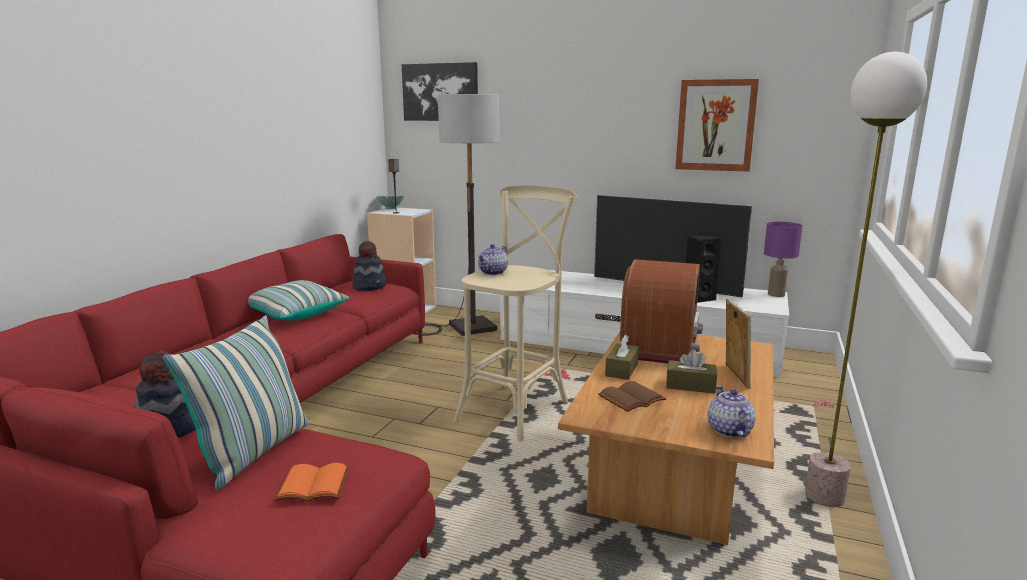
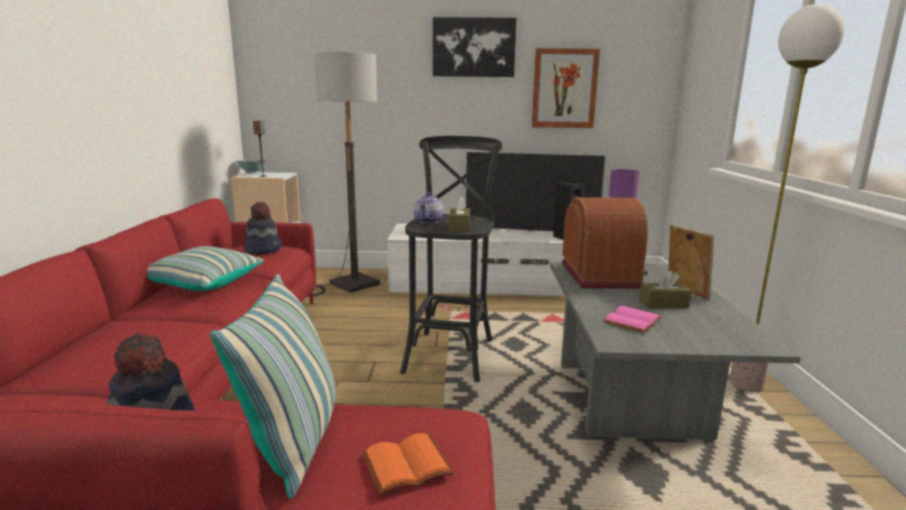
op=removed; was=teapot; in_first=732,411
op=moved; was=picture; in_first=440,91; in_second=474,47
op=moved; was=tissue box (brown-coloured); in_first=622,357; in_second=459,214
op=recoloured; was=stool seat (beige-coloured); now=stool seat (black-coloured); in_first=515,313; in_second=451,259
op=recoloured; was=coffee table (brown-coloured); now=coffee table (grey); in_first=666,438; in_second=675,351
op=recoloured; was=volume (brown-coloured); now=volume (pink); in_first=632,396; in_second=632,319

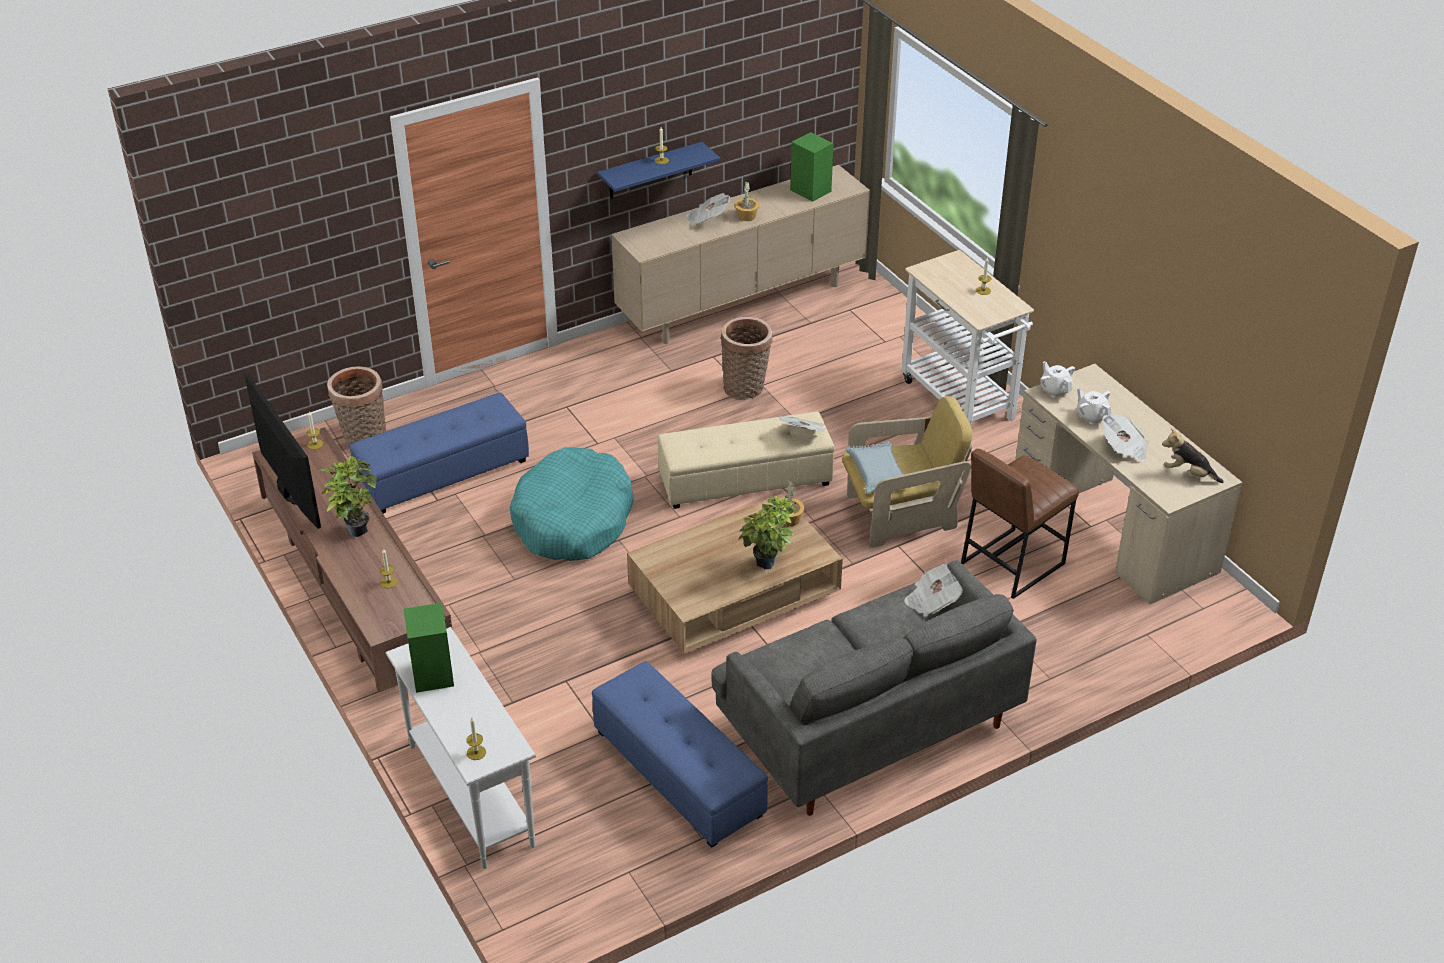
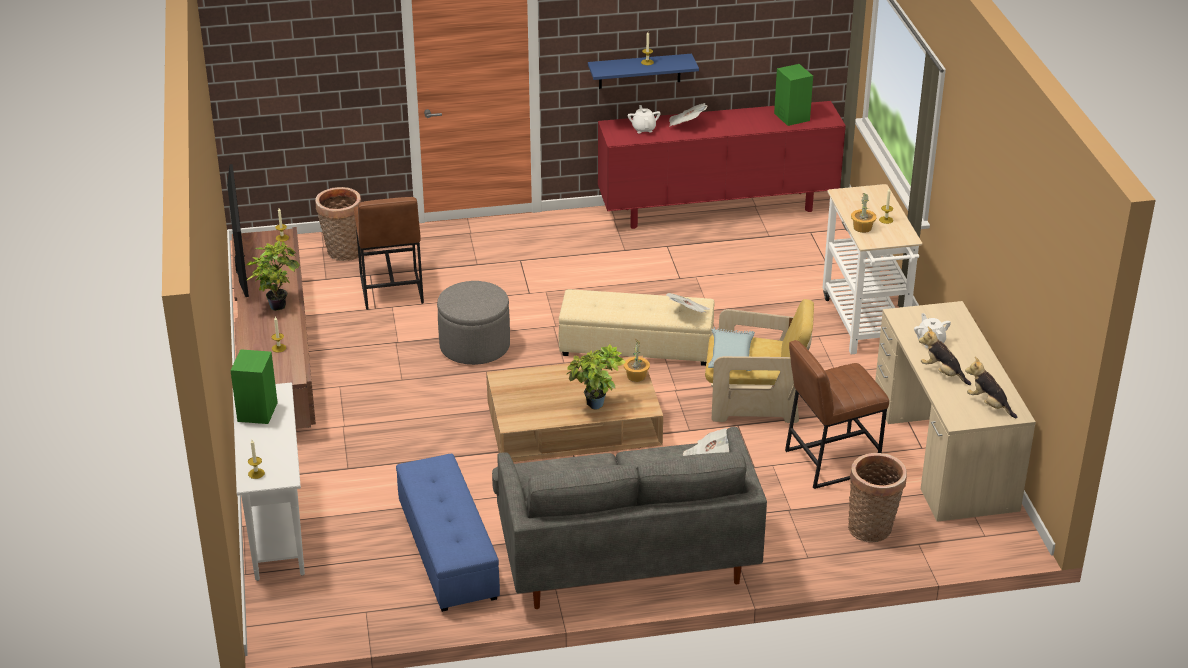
op=moved; was=storage basket; in_first=747,358; in_second=877,497
op=moved; was=plant in a pot; in_first=746,201; in_second=864,213
op=moved; was=teapot (white-coloured); in_first=1057,379; in_second=644,119
op=replaced; was=ottoman (blue-coloured); now=upright chair (brown-coloured); in_first=439,453; in_second=388,253
op=replaced; was=dog cushion (turquoise-coloured); now=ottoman (grey); in_first=572,504; in_second=473,323
op=replaced; was=printed paper; now=soft toy; in_first=1125,438; in_second=945,356
op=recoloured; was=storage cabinet (beige-coloured); now=storage cabinet (reddish); in_first=740,254; in_second=722,165

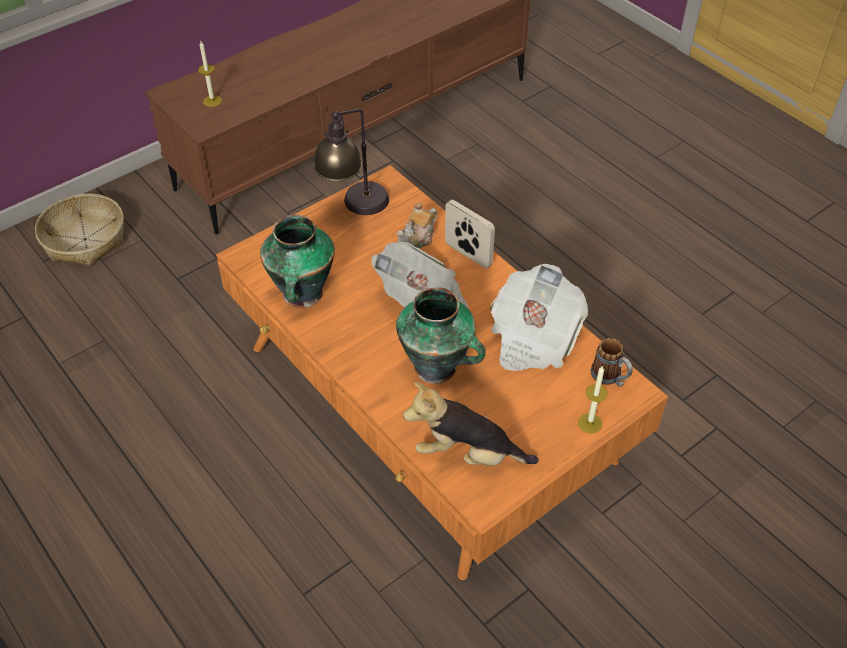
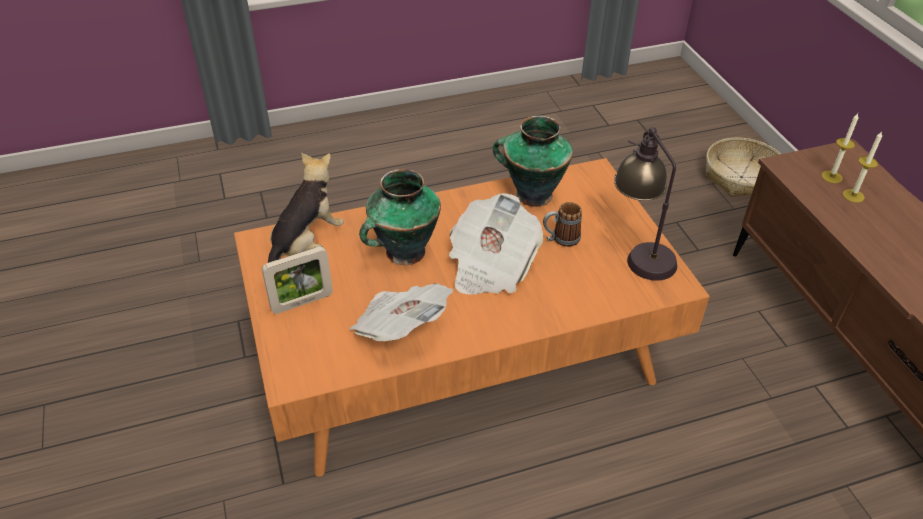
op=removed; was=teapot; in_first=417,225
op=moved; was=picture frame; in_first=470,234; in_second=297,280
op=moved; was=candle; in_first=592,399; in_second=862,167
op=moved; was=coffee mug; in_first=612,362; in_second=562,224

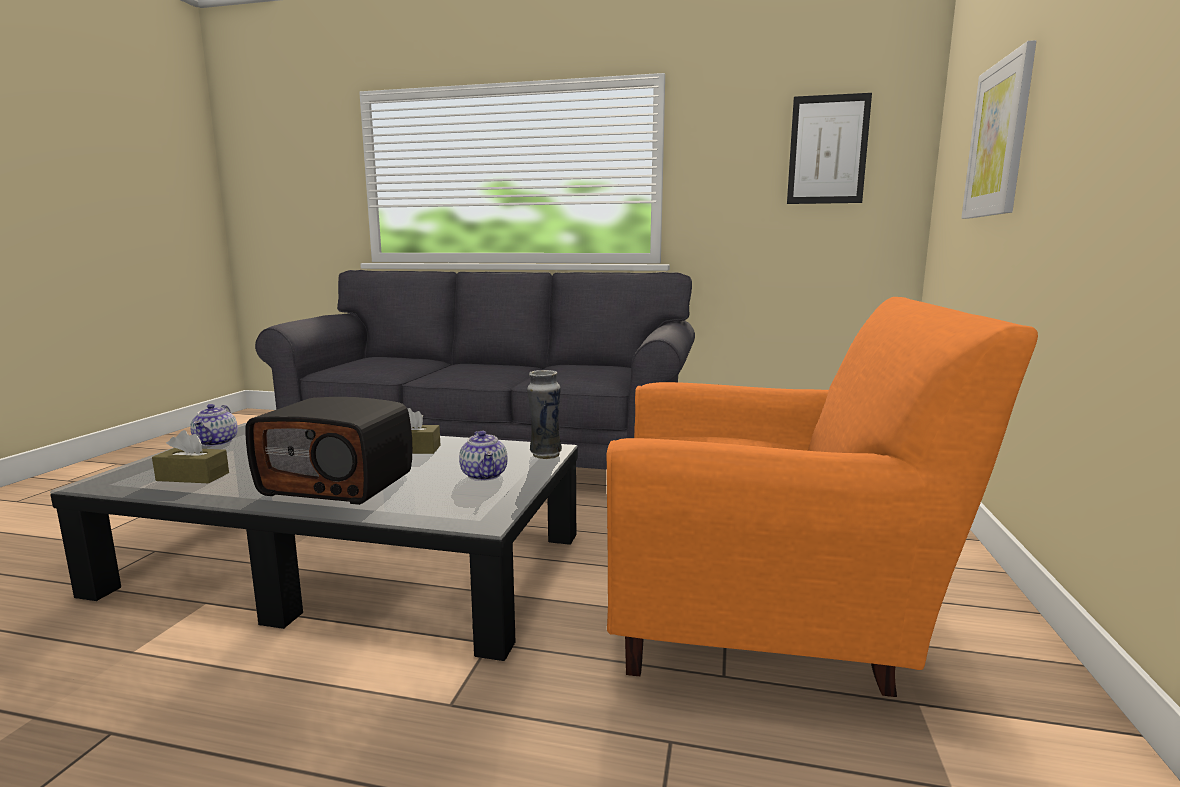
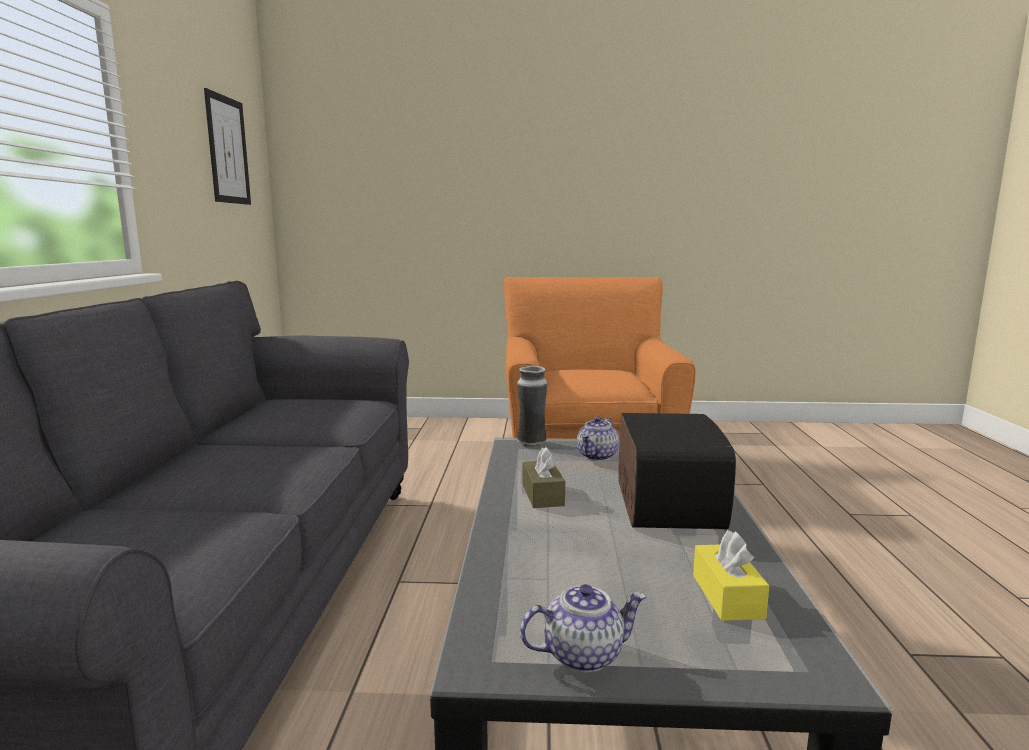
op=removed; was=picture; in_first=999,129
op=recoloured; was=tissue box (brown-coloured); now=tissue box (yellow-coloured); in_first=190,456; in_second=731,575
op=turned; was=teapot; in_first=483,456; in_second=598,439; clockwise=150

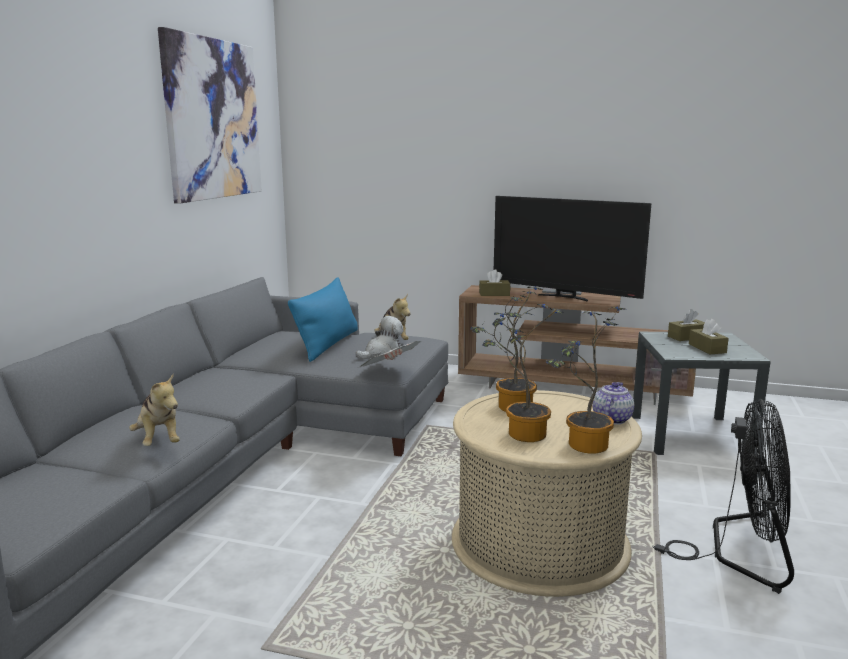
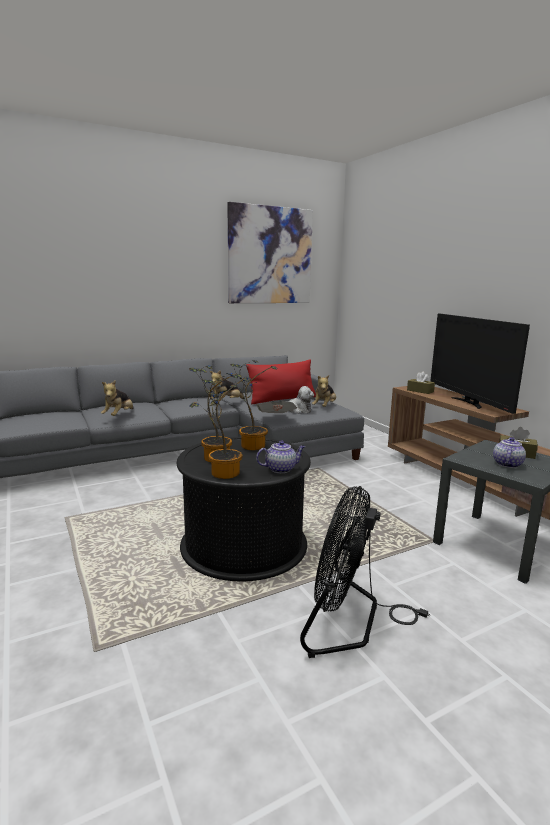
op=added; now=soft toy; in_second=227,385
op=replaced; was=tissue box (brown-coloured); now=teapot; in_first=709,336; in_second=509,452
op=recoloured; was=throw pillow (blue-coloured); now=throw pillow (reddish); in_first=323,319; in_second=281,382
op=recoloured; was=coffee table (beige-coloured); now=coffee table (black-coloured); in_first=547,493; in_second=244,509
op=turned; was=cooling fan (black-coloured); in_first=723,496; in_second=365,572; clockwise=135

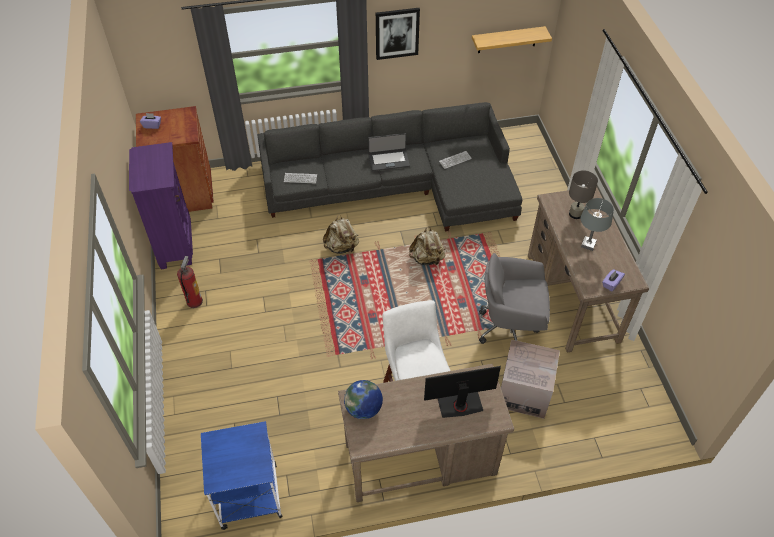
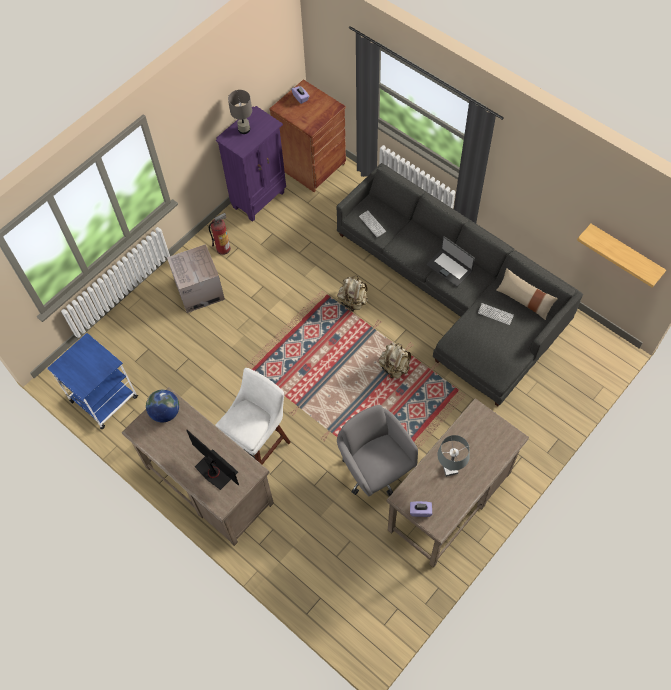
op=removed; was=picture; in_first=398,34
op=added; now=throw pillow (beige-coloured); in_second=527,294
op=moved; was=packing box; in_first=530,379; in_second=196,278
op=moved; was=lamp for a table (grey); in_first=583,194; in_second=240,112

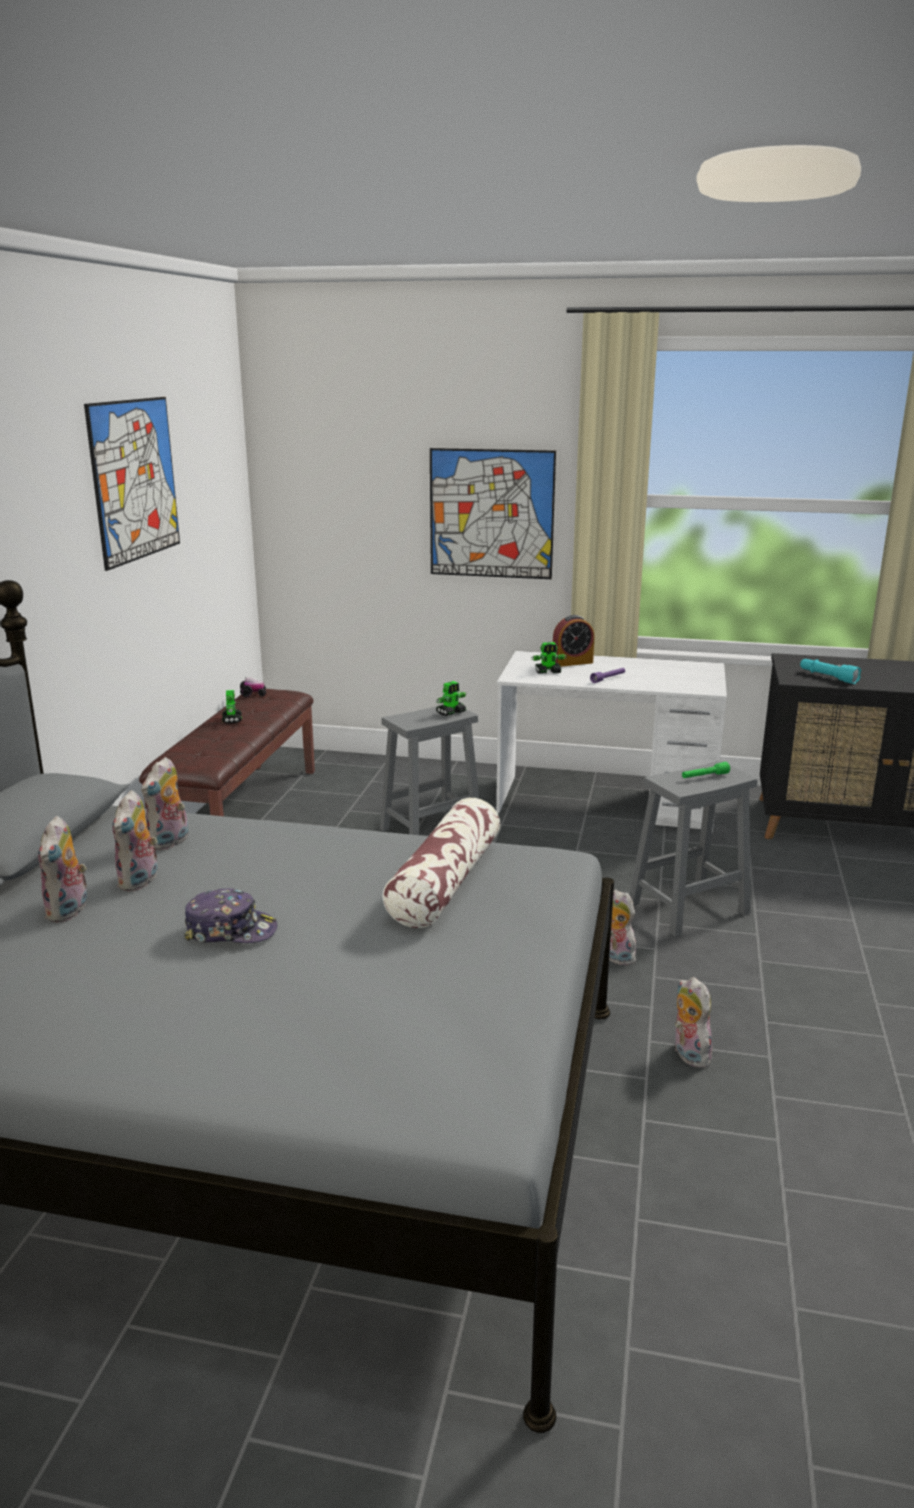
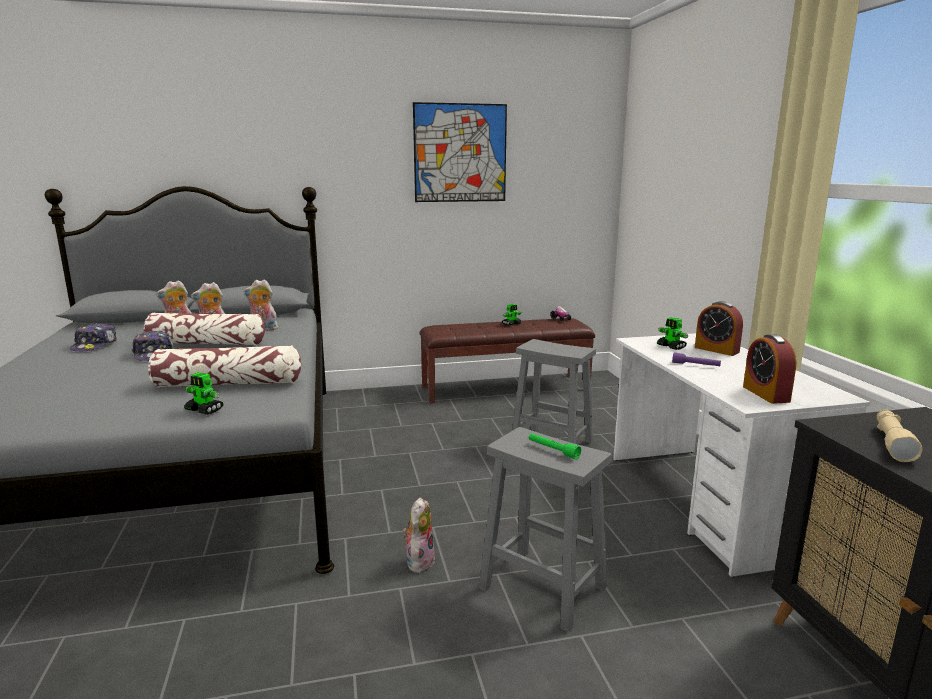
op=removed; was=picture; in_first=493,513
op=removed; was=soft toy; in_first=693,1022
op=added; now=peaked cap; in_second=93,337
op=added; now=throw pillow; in_second=204,329
op=added; now=alarm clock; in_second=769,369
op=moved; was=robot figure; in_first=451,698; in_second=203,393
op=recoloured; was=hand torch (turquoise-coloured); now=hand torch (beige-coloured); in_first=830,671; in_second=899,436

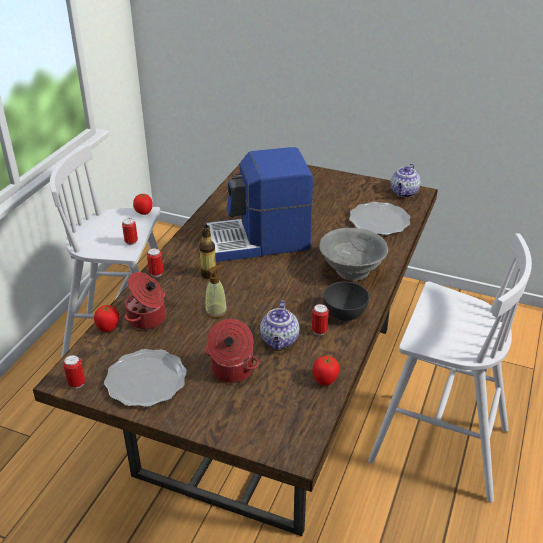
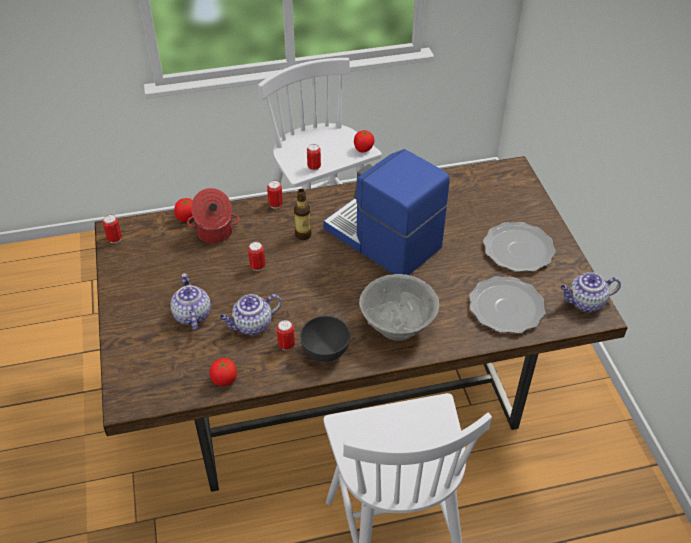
op=moved; was=plate; in_first=145,378; in_second=519,247
op=replaced; was=soap bottle; now=metal can; in_first=216,291; in_second=256,256
op=replaced; was=cooking pot; now=teapot; in_first=232,351; in_second=190,302

